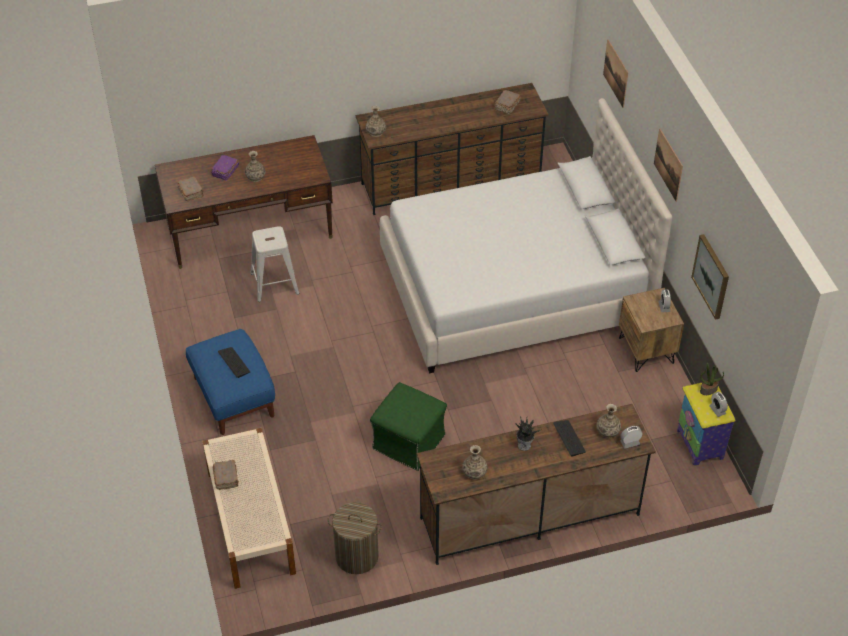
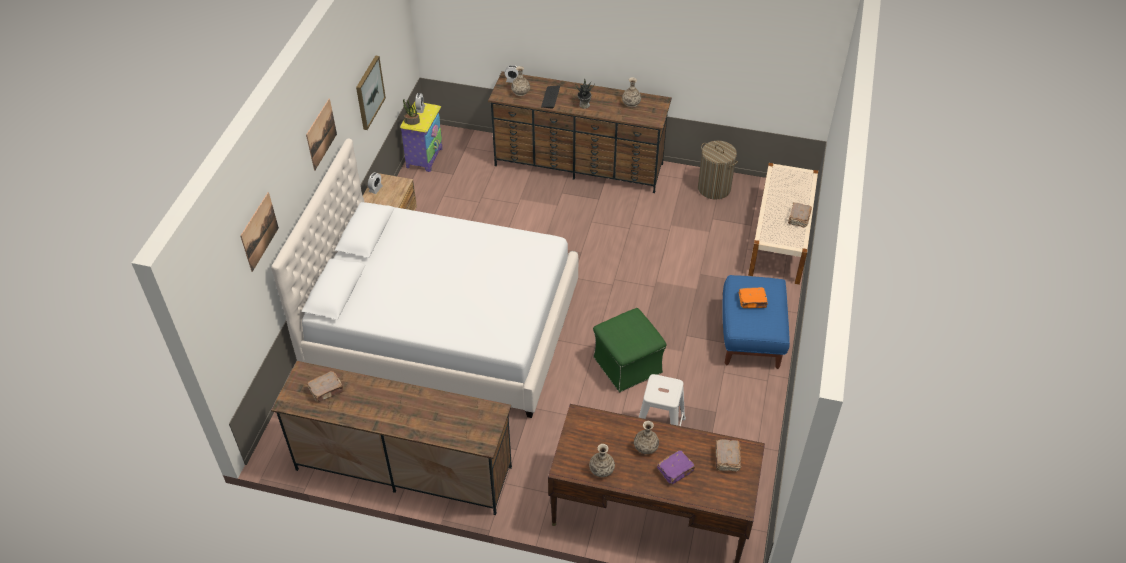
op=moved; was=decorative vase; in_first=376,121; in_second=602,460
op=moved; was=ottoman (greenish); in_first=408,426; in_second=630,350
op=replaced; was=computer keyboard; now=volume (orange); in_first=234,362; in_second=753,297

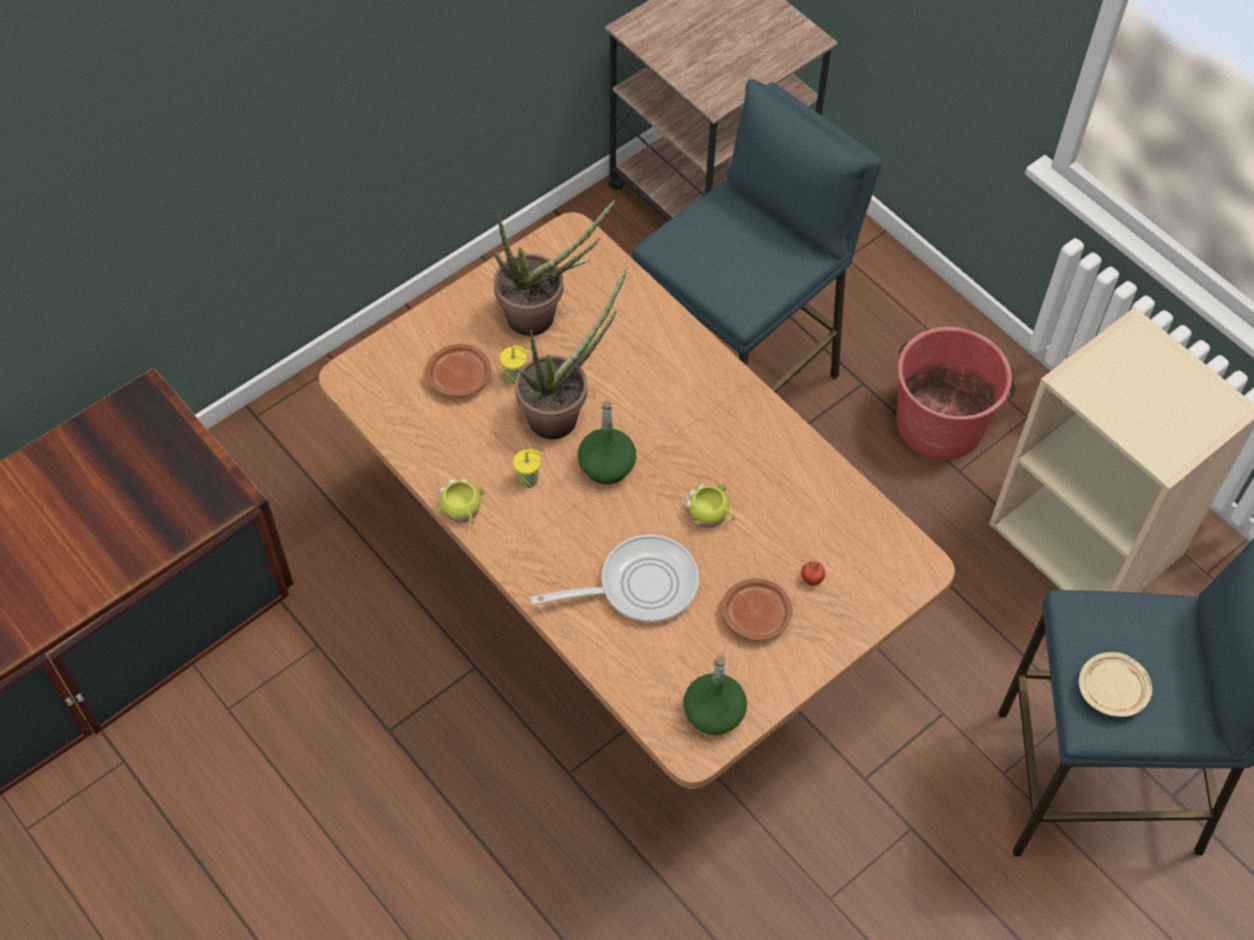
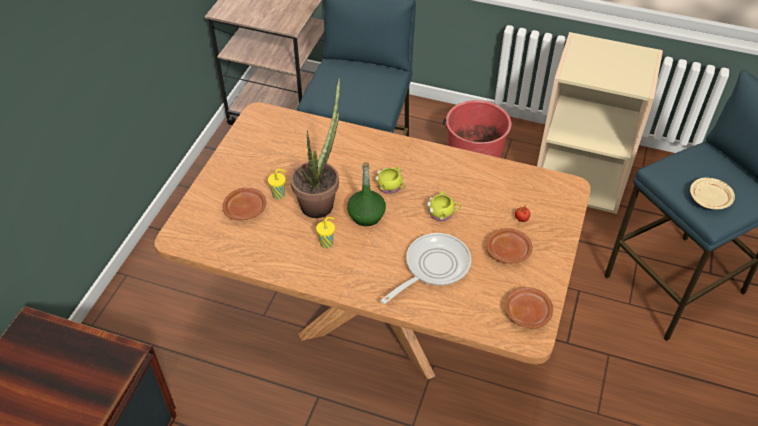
op=removed; was=plant in a pot; in_first=554,268
op=moved; was=coffee mug (yellow-coloured); in_first=460,501; in_second=390,180
op=replaced; was=beverage bottle (greenish); now=plate (brown-coloured); in_first=715,695; in_second=529,307

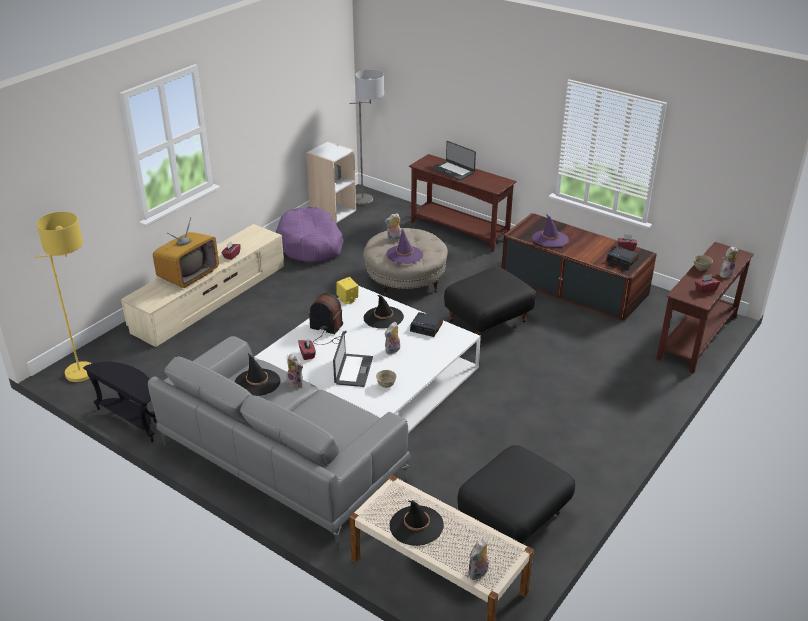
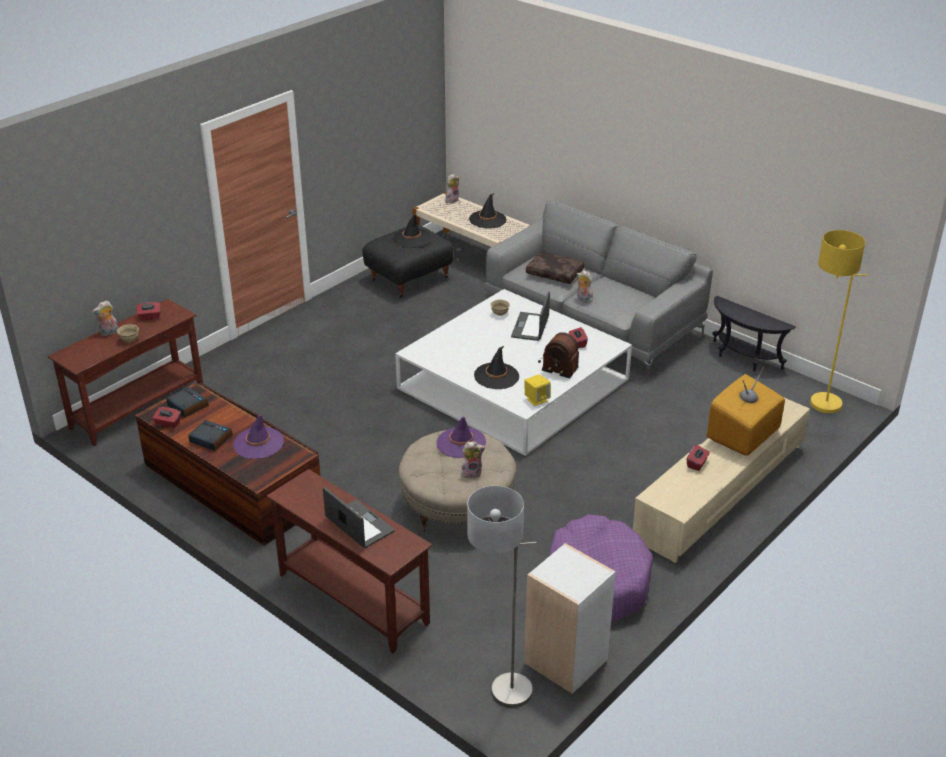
op=removed; was=soft toy; in_first=392,338
op=removed; was=ottoman (black-coloured); in_first=490,304
op=added; now=throw pillow (brown-coloured); in_second=555,268
op=moved; was=wearable hat (black-coloured); in_first=258,374; in_second=412,231
op=moved; was=alarm clock; in_first=426,324; in_second=210,435

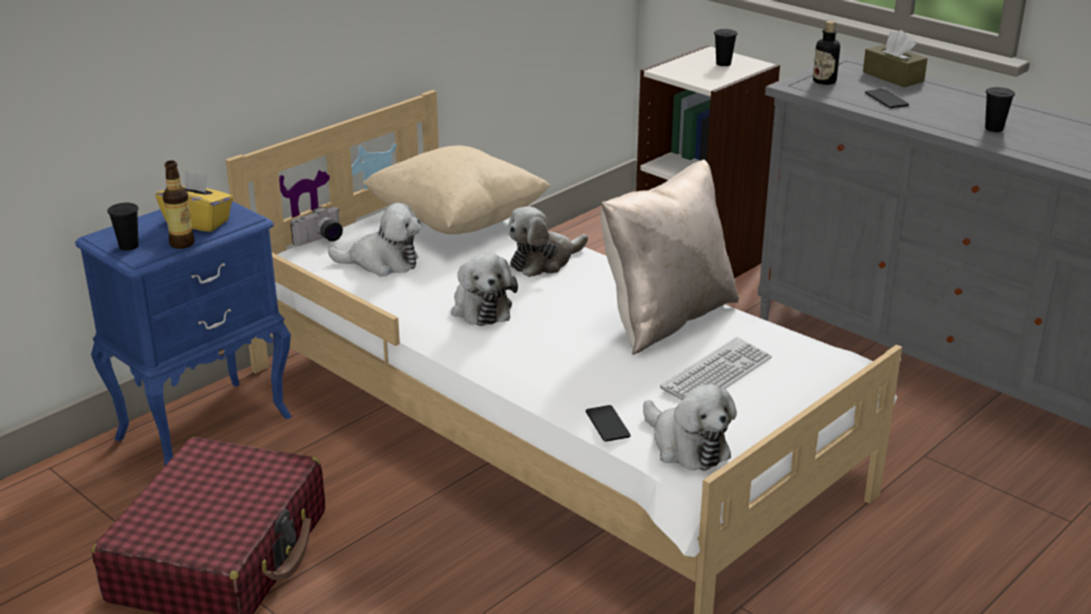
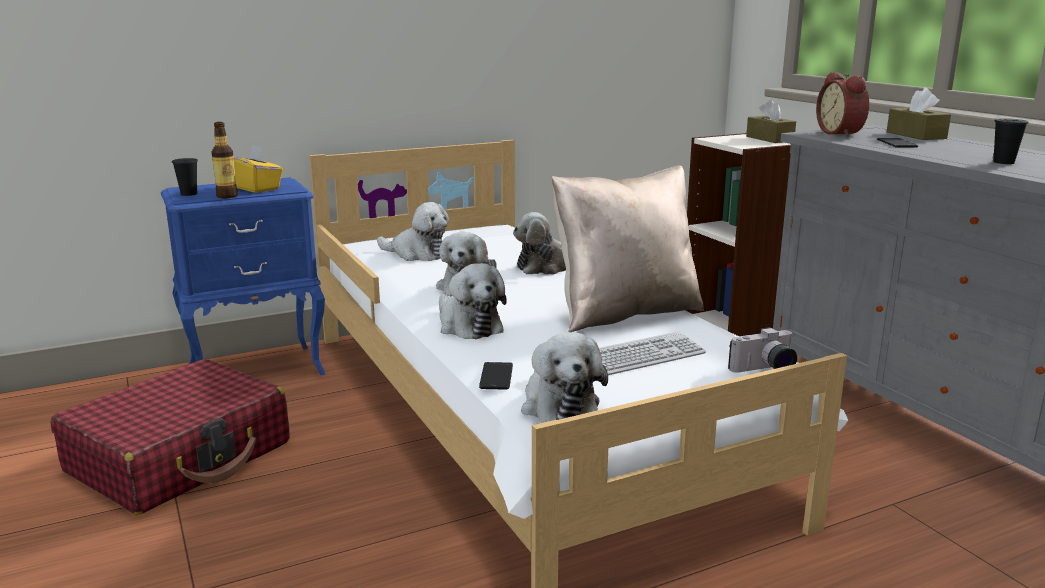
op=removed; was=throw pillow (beige-coloured); in_first=457,189
op=added; now=soft toy; in_second=473,301
op=moved; was=photo camera; in_first=317,226; in_second=762,350
op=replaced; was=small cup (black-coloured); now=tissue box (brown-coloured); in_first=725,47; in_second=771,121
op=replaced; was=beverage bottle; now=alarm clock; in_first=826,53; in_second=842,104

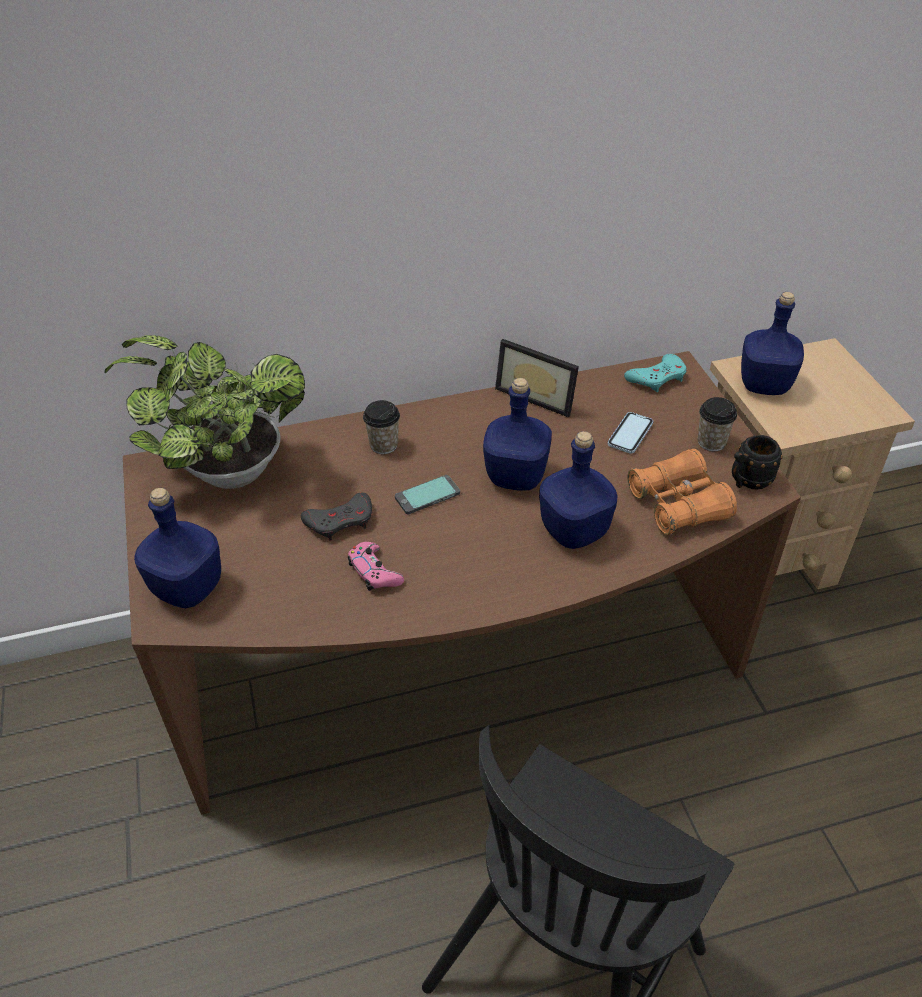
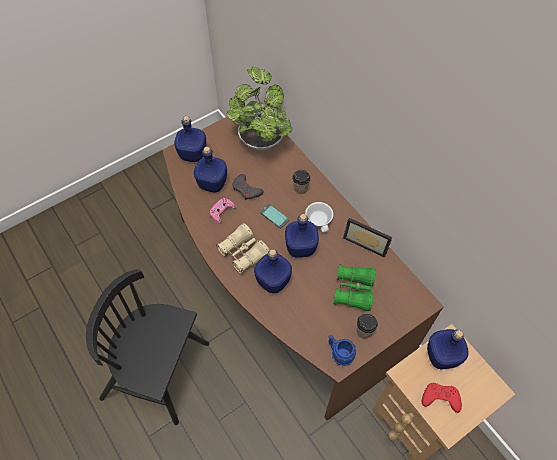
op=removed; was=joypad (turquoise-coloured); in_first=655,373
op=removed; was=field glasses (orange); in_first=682,492
op=added; now=beverage bottle (blue-coloured); in_second=210,169
op=added; now=field glasses (beige-coloured); in_second=243,248
op=added; now=small cup (white-coloured); in_second=319,217
op=added; now=joypad (reddish); in_second=442,398
op=replaced; was=telephone; now=field glasses (greenish); in_first=630,433; in_second=355,287
op=recoloured; was=coffee mug (black-coloured); now=coffee mug (blue-coloured); in_first=757,462; in_second=342,350
op=turned; was=picture frame; in_first=537,378; in_second=368,238; clockwise=-75

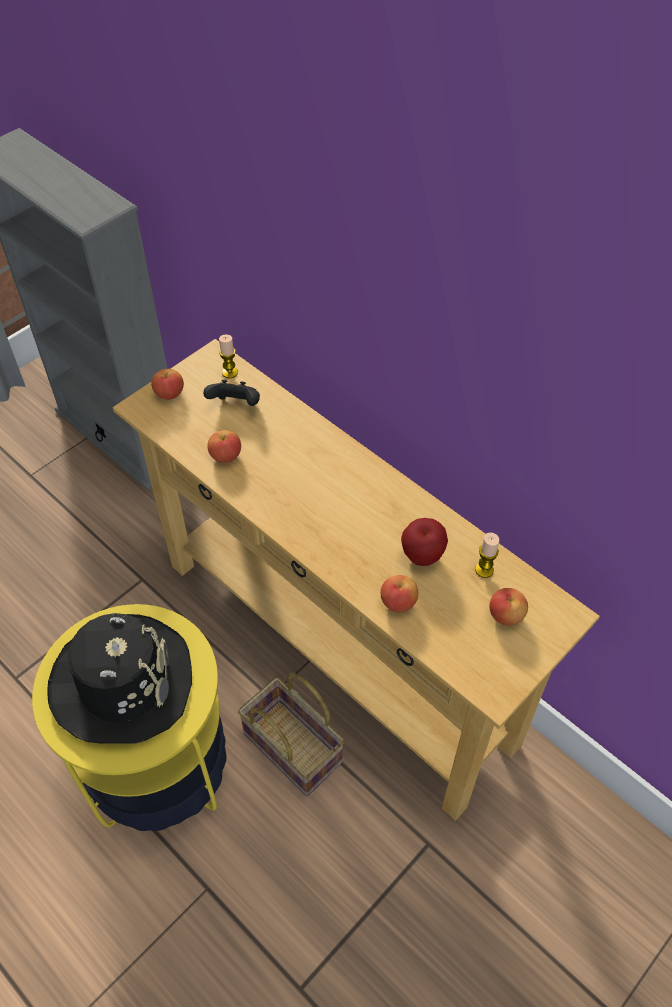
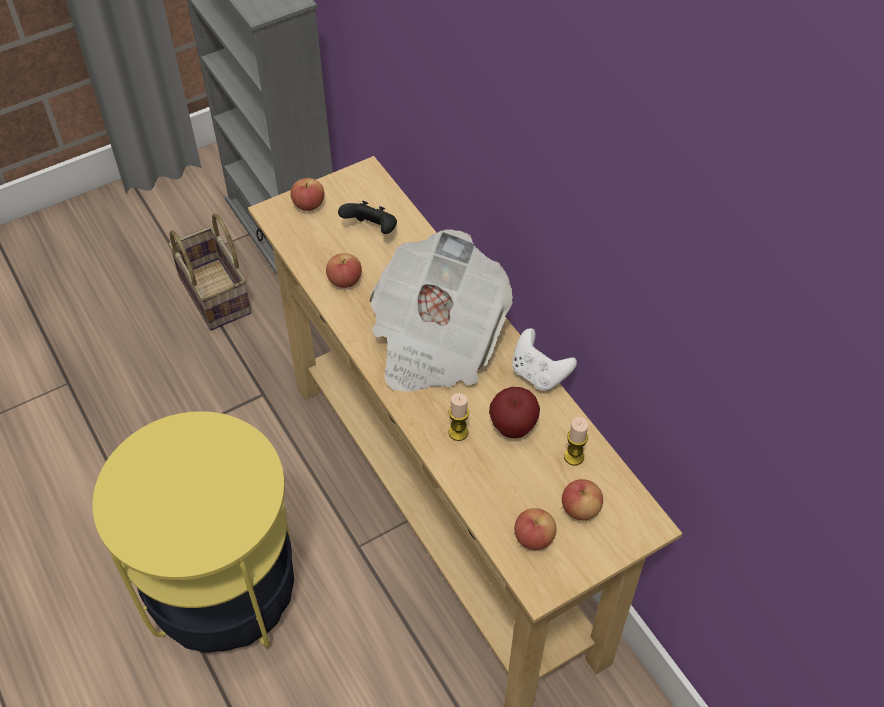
op=removed; was=wearable hat (black-coloured); in_first=119,678
op=added; now=printed paper; in_second=441,310
op=added; now=joypad (white-coloured); in_second=544,359
op=moved; was=candle; in_first=228,356; in_second=458,417
op=moved; was=storage basket; in_first=291,734; in_second=209,271
op=moved; was=whole apple; in_first=399,593; in_second=535,529

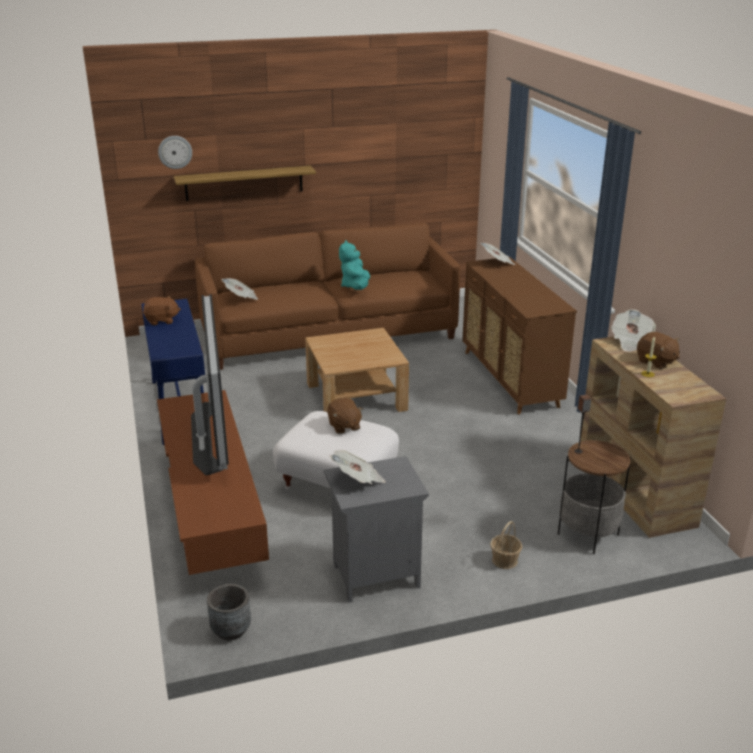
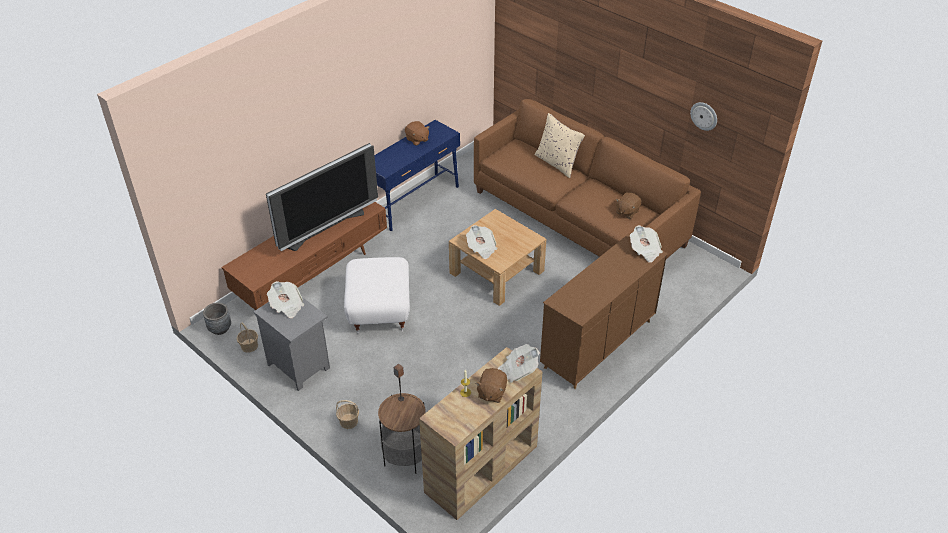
op=removed; was=bracket shelf; in_first=245,183
op=removed; was=soft toy (turquoise-coloured); in_first=354,265
op=added; now=storage basket; in_second=247,338
op=added; now=throw pillow (beige-coloured); in_second=560,145
op=moved; was=wall clock; in_first=175,152; in_second=703,116
op=moved; was=printed paper; in_first=240,289; in_second=482,242
op=moved; was=soft toy (brown-coloured); in_first=345,416; in_second=628,206

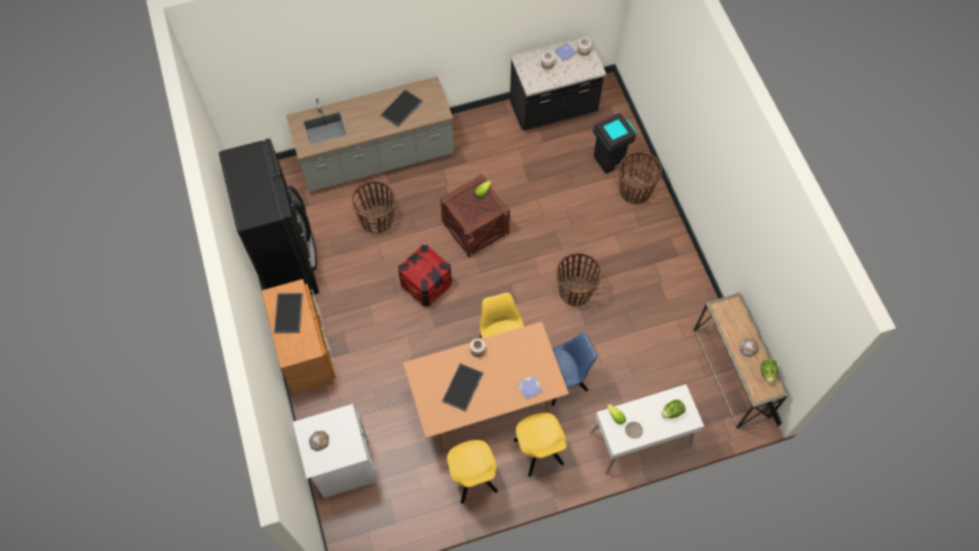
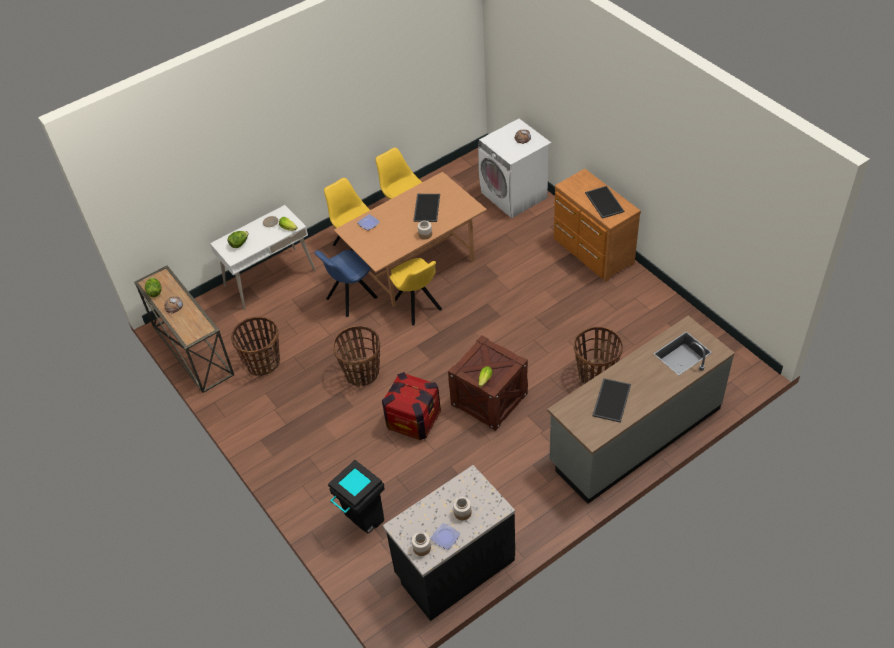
op=removed; was=refrigerator (black-coloured); in_first=269,216
op=moved; was=crate; in_first=425,276; in_second=411,406
op=moved; was=storage basket; in_first=640,178; in_second=255,346

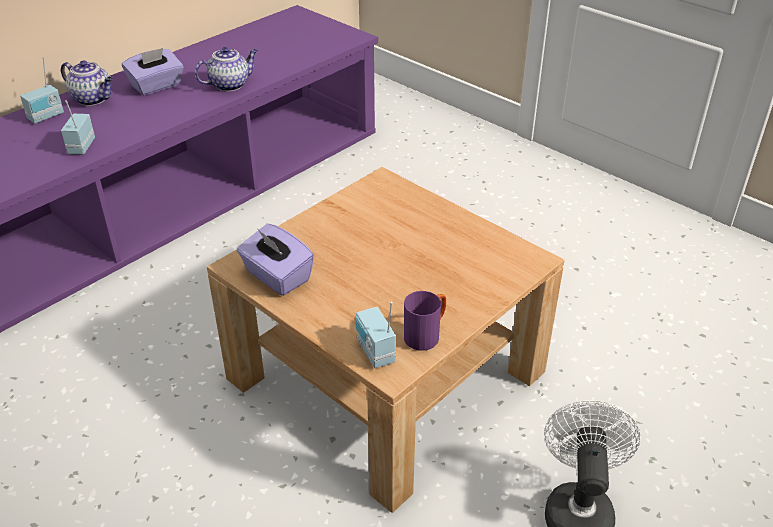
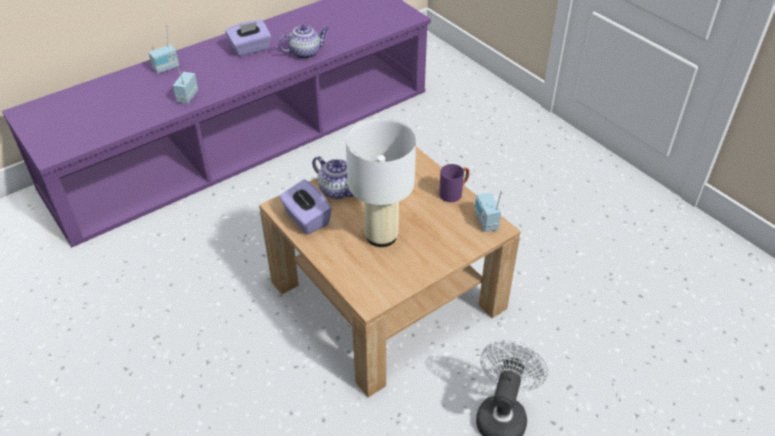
op=added; now=lamp for a table (white-coloured); in_second=381,183
op=moved; was=teapot; in_first=87,83; in_second=333,177
op=moved; was=radio set; in_first=375,335; in_second=488,211
op=moved; was=coffee mug (purplish); in_first=425,321; in_second=454,183

